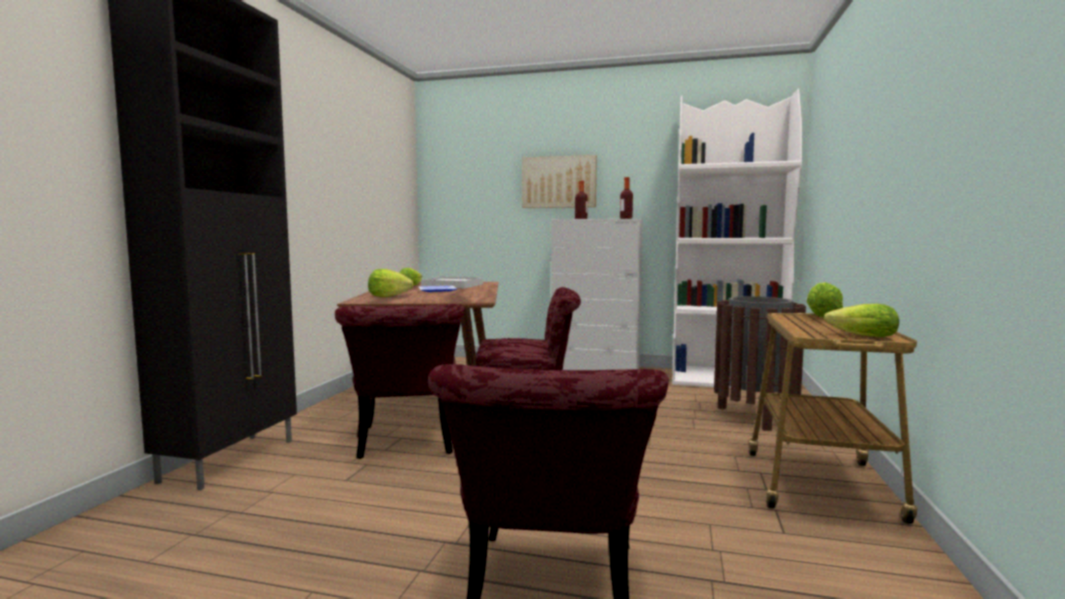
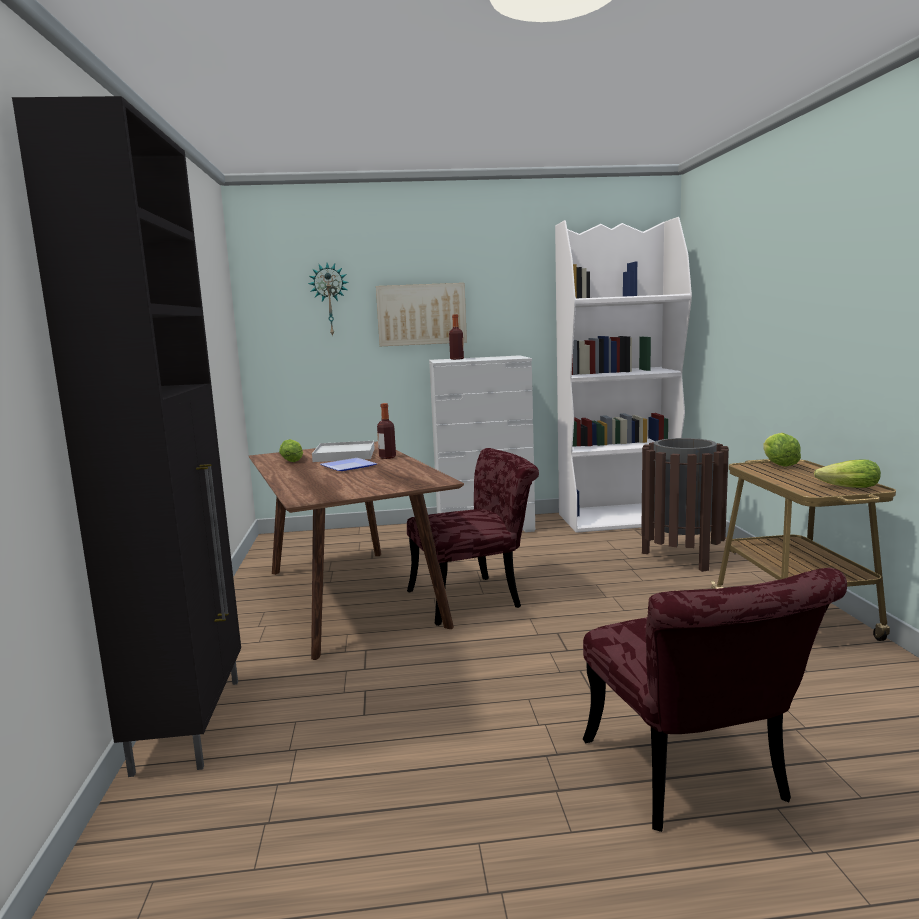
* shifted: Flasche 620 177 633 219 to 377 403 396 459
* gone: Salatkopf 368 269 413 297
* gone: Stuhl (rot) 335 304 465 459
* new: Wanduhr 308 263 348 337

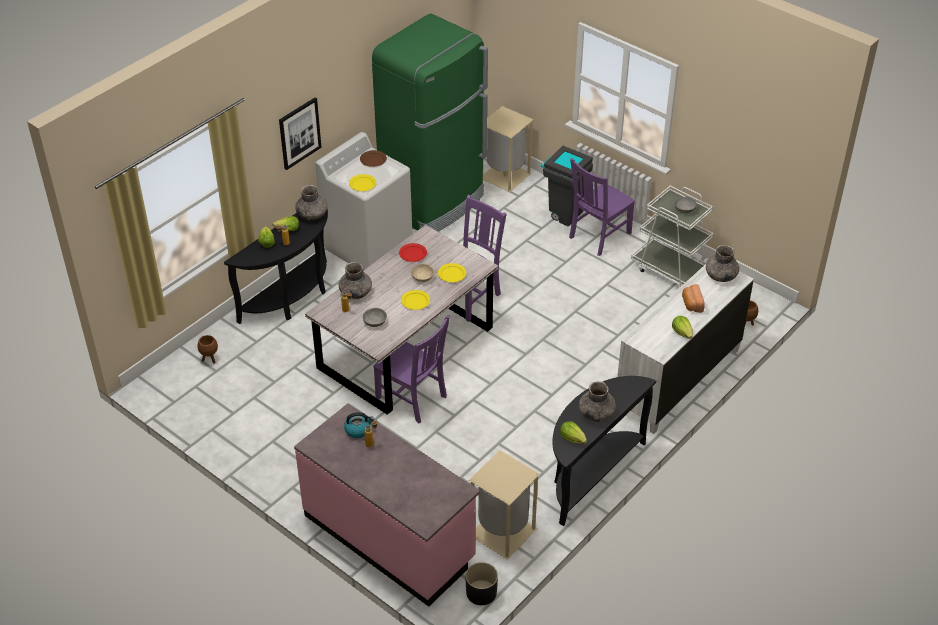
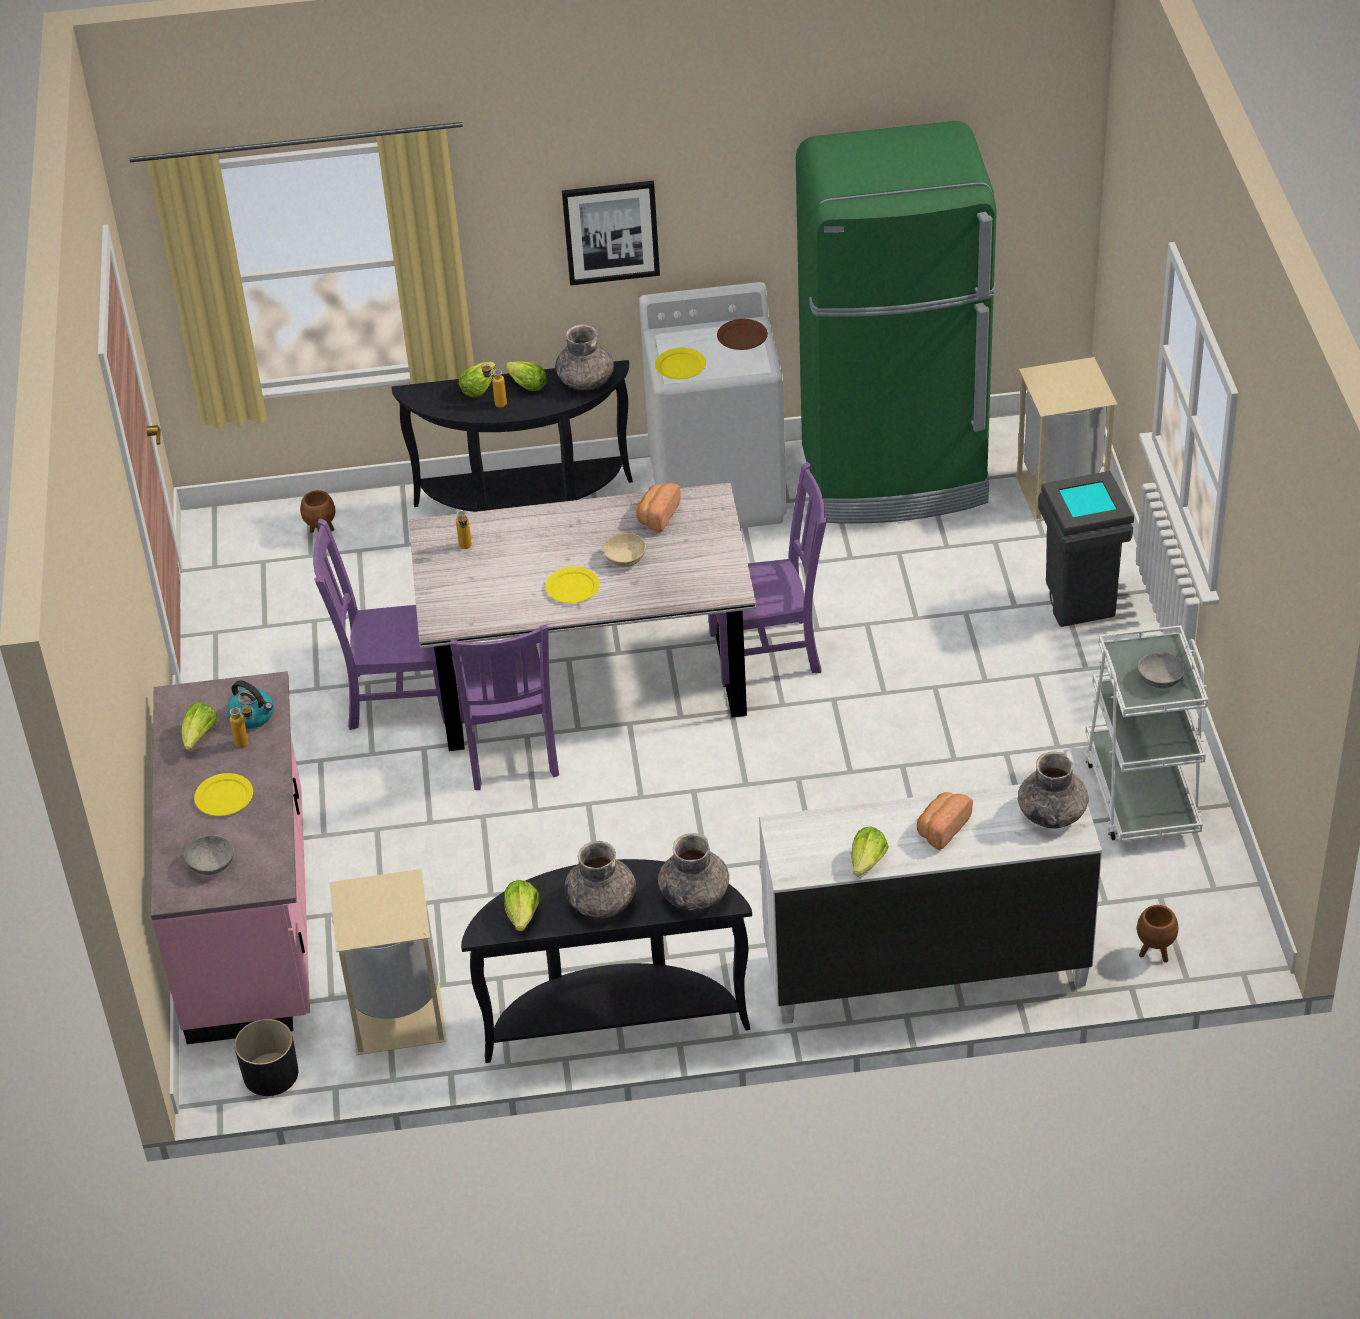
* shifted: Stuhl (lila) 569 158 635 256 to 313 519 445 730
* swapped: Teller (rot) 399 243 427 262 to Brot 637 483 681 532
* shifted: Vase (grau) 339 262 372 299 to 658 833 729 911
* shifted: Teller (gelb) 438 263 466 282 to 194 773 253 816
* shifted: Schüssel (grau) 363 308 387 327 to 184 835 234 875
* new: Salatkopf 182 702 218 751

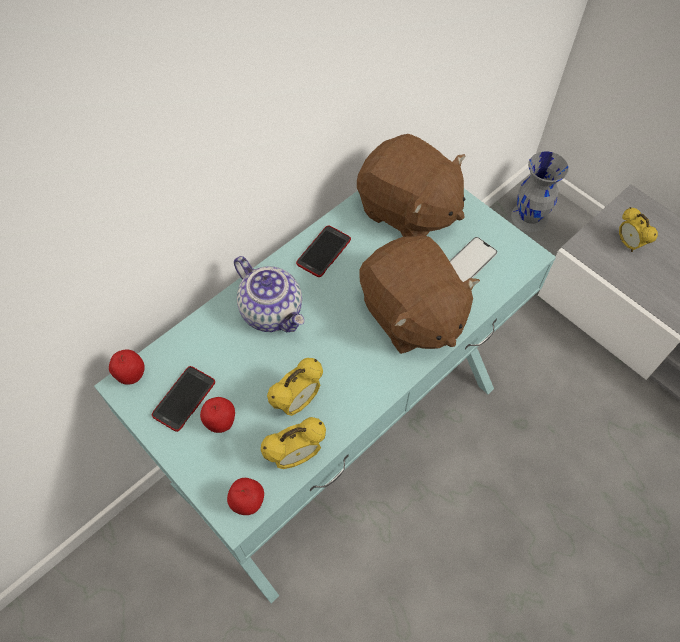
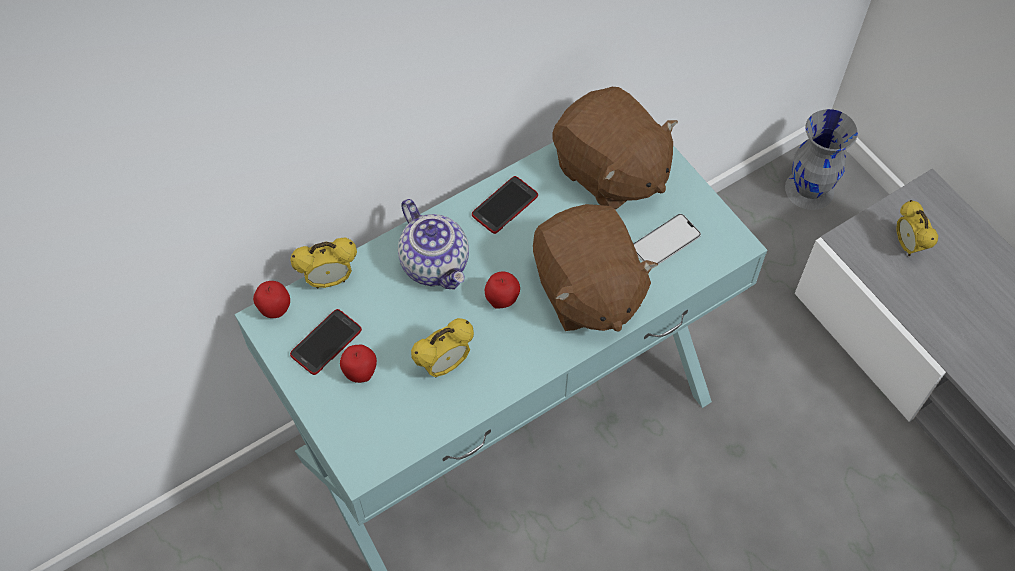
* shifted: Wecker 261 417 326 469 to 290 237 357 288
* shifted: Apfel 227 478 264 515 to 485 272 520 309

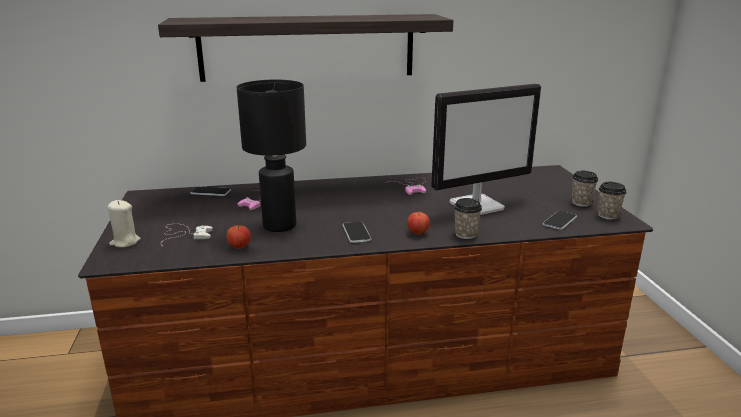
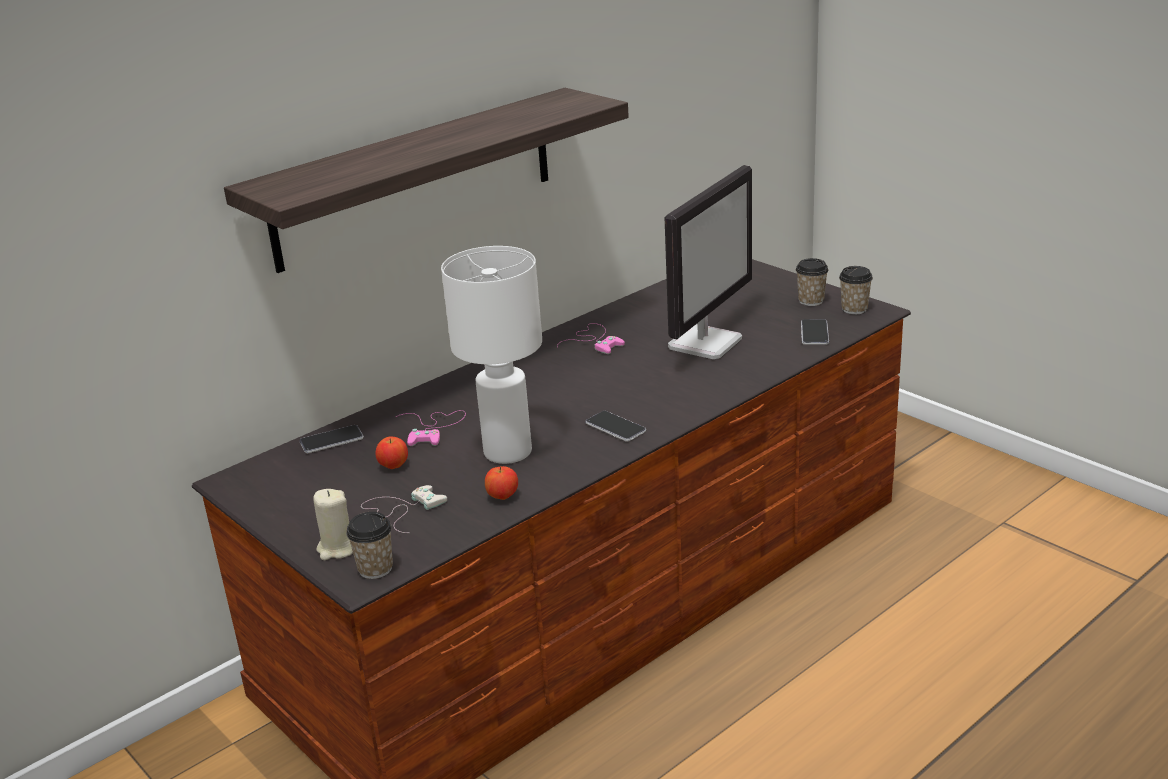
* repainted: Tischlampe (schwarz) 237 79 306 232 to Tischlampe (weiß) 441 246 542 464
* shifted: Tasse 454 198 482 239 to 346 512 393 579
* shifted: Apfel 407 212 430 235 to 375 437 408 469

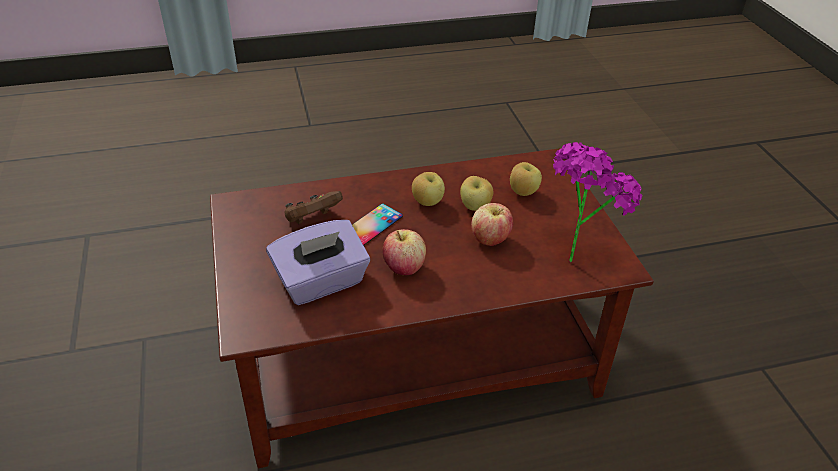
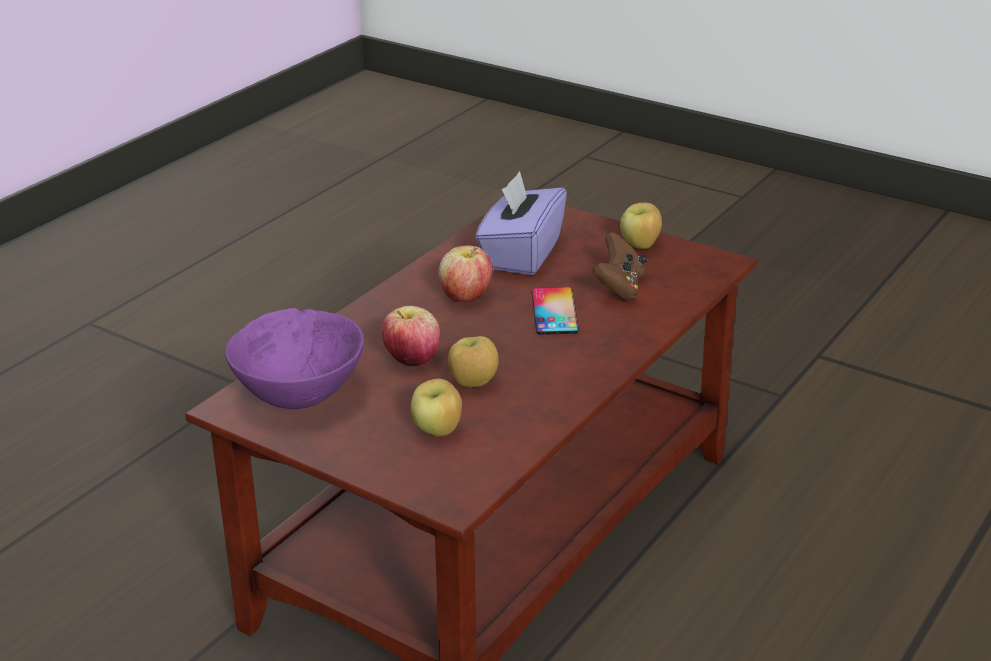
* swapped: Topfpflanze 553 142 642 262 to Schüssel (lila) 225 308 364 409
* shifted: Apfel 412 172 445 206 to 620 203 662 249

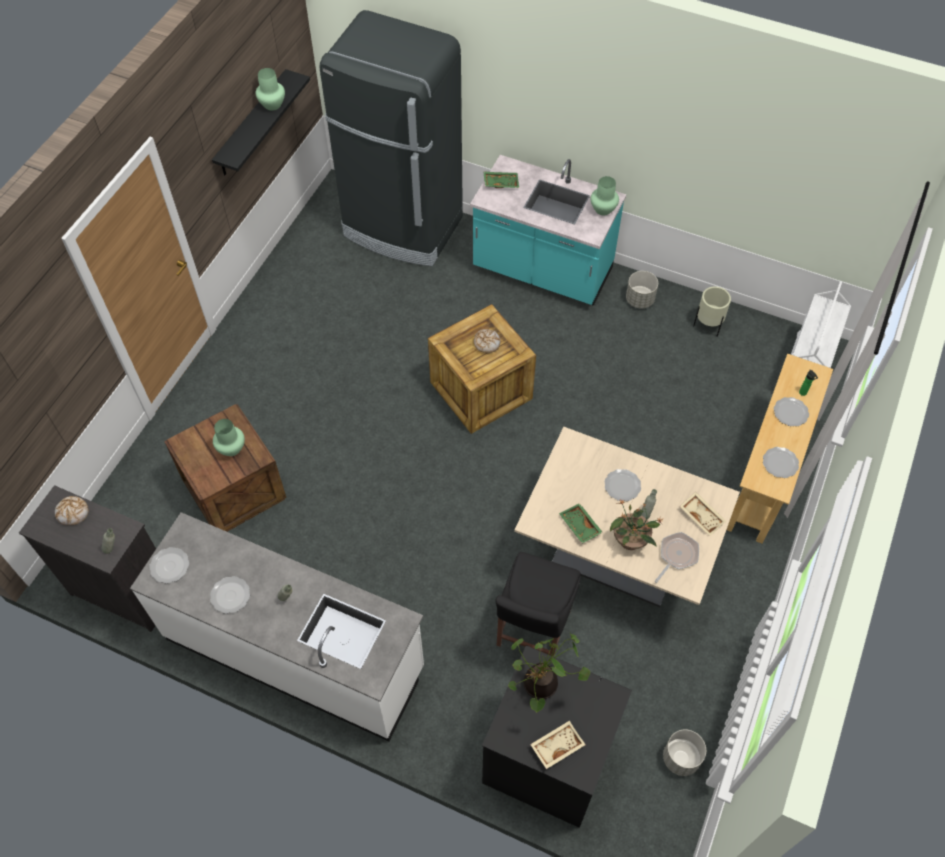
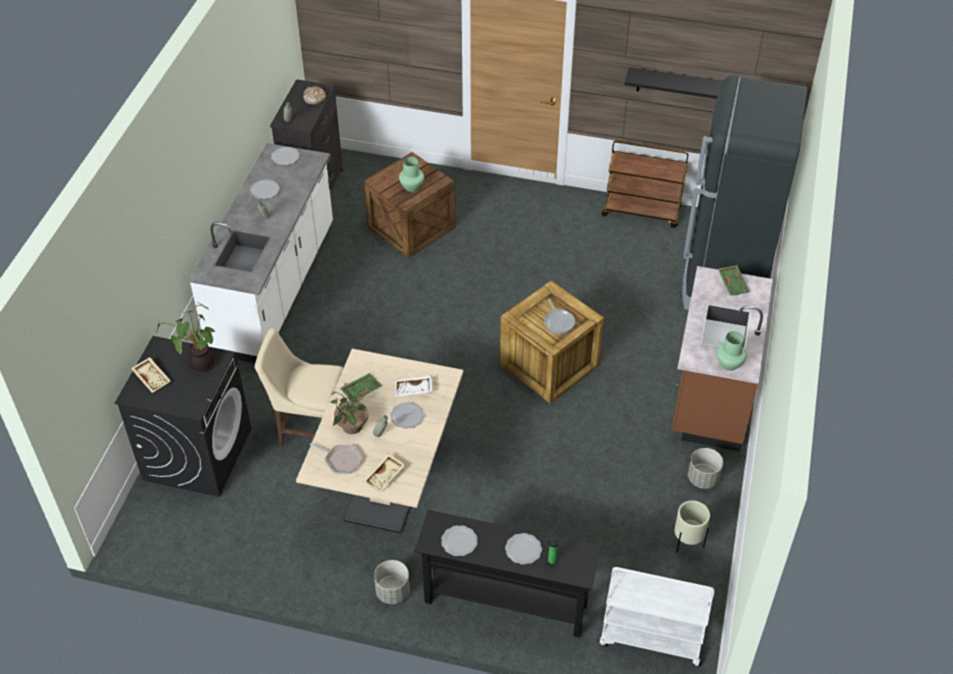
* gone: Vase (grün) 256 68 285 111
* repainted: Küchenzeile (türkis) 470 155 626 306 to Küchenzeile (braun) 672 266 773 451
* swapped: Brot 474 329 500 353 to Pfanne 544 298 575 334
* repainted: Konsolentisch (beige) 727 354 833 543 to Konsolentisch (schwarz) 414 510 601 638
* repainted: Stuhl (schwarz) 495 552 581 656 to Stuhl (beige) 255 328 343 448
* shifted: Pflanzkübel (grau) 663 729 706 776 to 374 560 410 604
* new: Rollwagen (braun) 602 141 688 228
* new: Tablett (weiß) 395 376 432 396

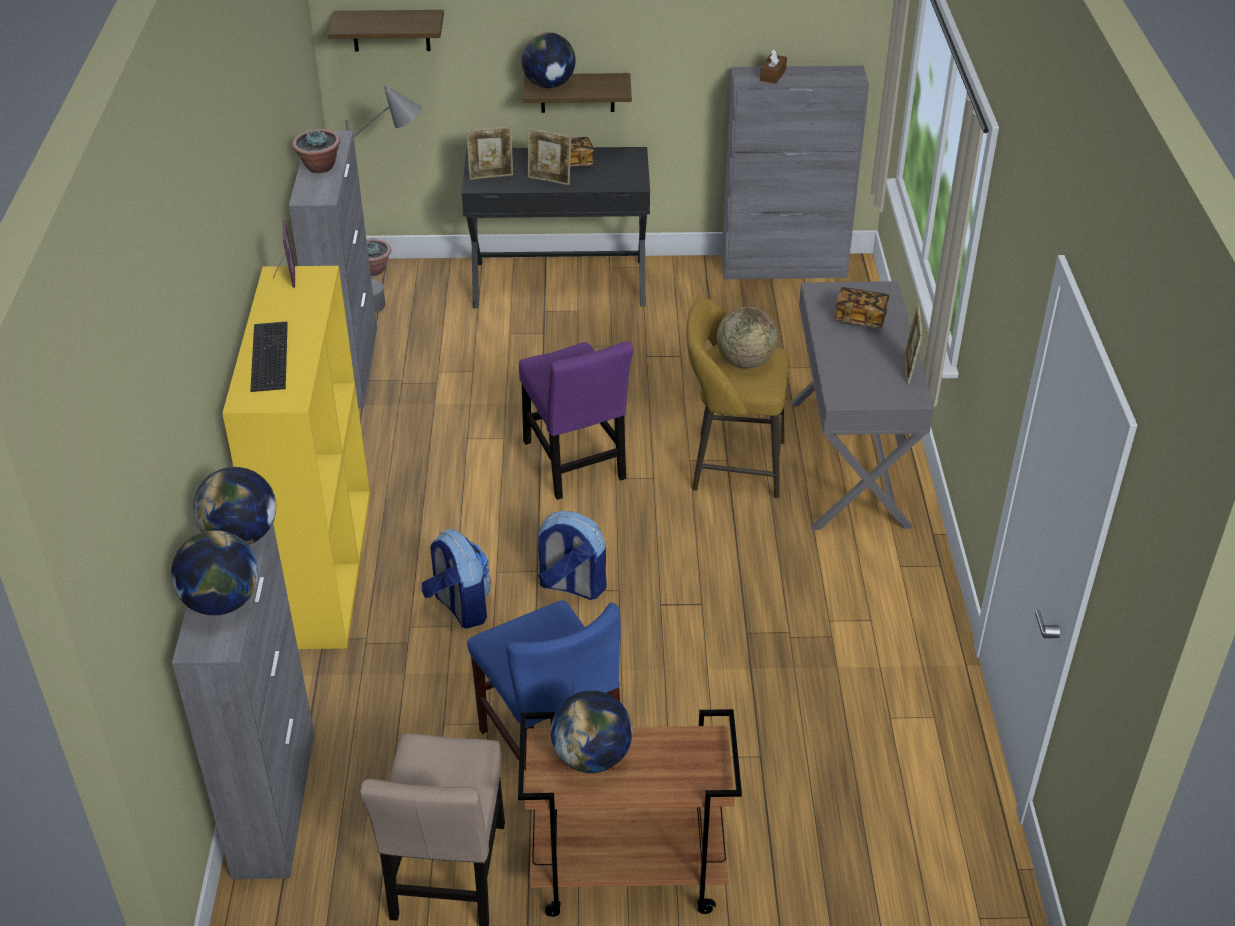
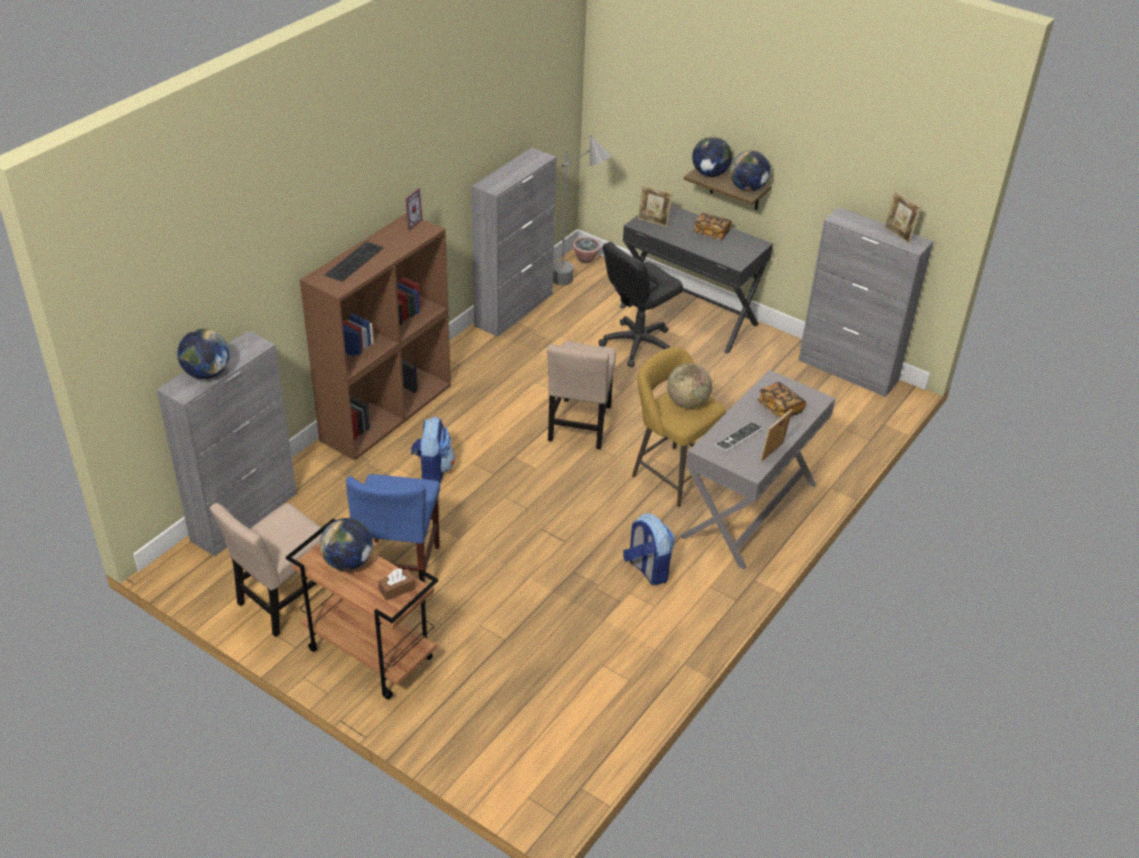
* gone: Wandregal 328 10 444 52
* shifted: Taschentuchbox (braun) 760 49 787 84 to 378 568 416 601
* shifted: Bilderrahmen 528 128 571 185 to 884 191 921 244
* gone: Topfpflanze 292 129 340 173
* repainted: Bücherregal (gelb) 222 266 370 649 to Bücherregal (braun) 300 213 451 461
* repainted: Stuhl (lila) 519 341 633 500 to Stuhl (beige) 547 341 616 449
* shifted: Globus 193 467 276 545 to 730 151 771 191
* shifted: Rucksack 537 511 606 600 to 623 513 675 585
* new: Bürostuhl (schwarz) 599 242 683 367
* new: Tastatur 715 422 763 452

